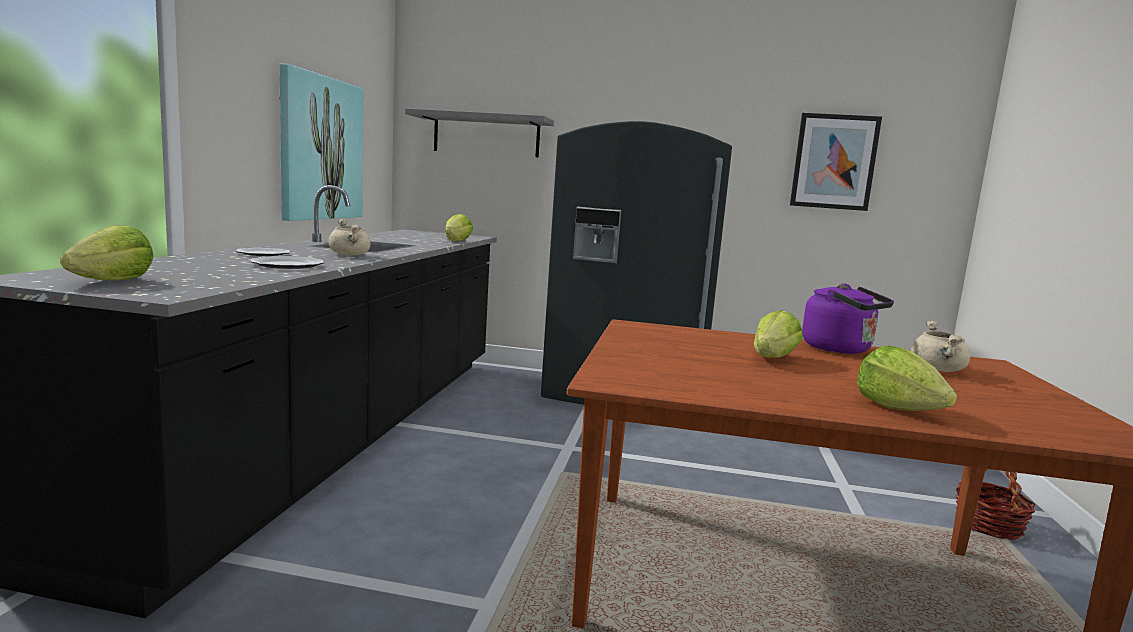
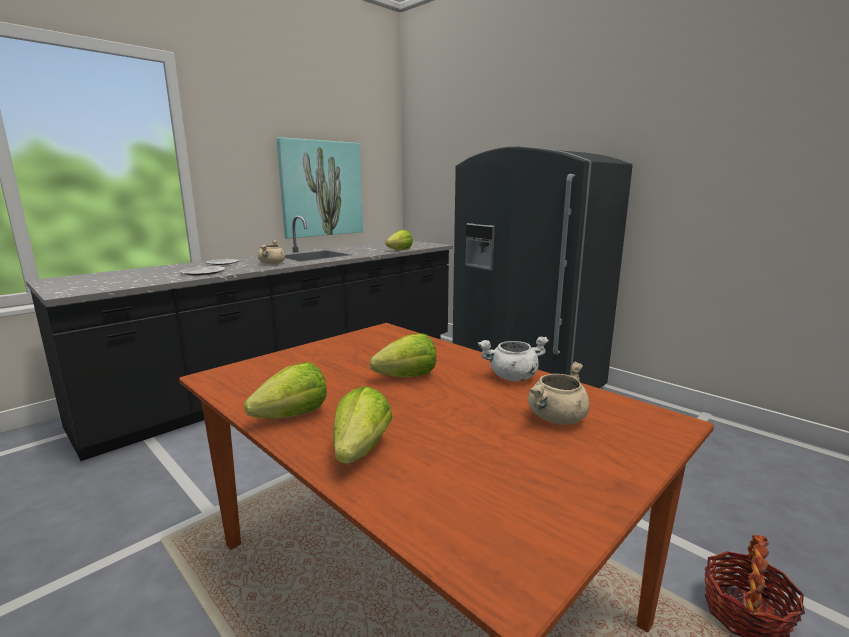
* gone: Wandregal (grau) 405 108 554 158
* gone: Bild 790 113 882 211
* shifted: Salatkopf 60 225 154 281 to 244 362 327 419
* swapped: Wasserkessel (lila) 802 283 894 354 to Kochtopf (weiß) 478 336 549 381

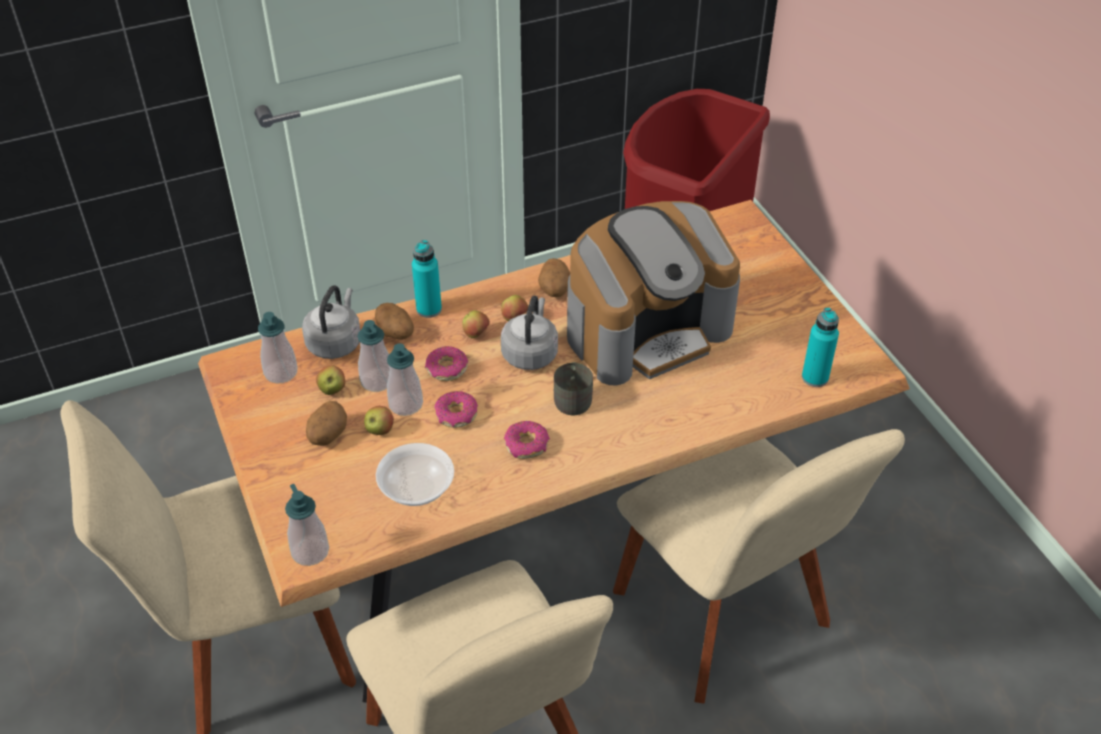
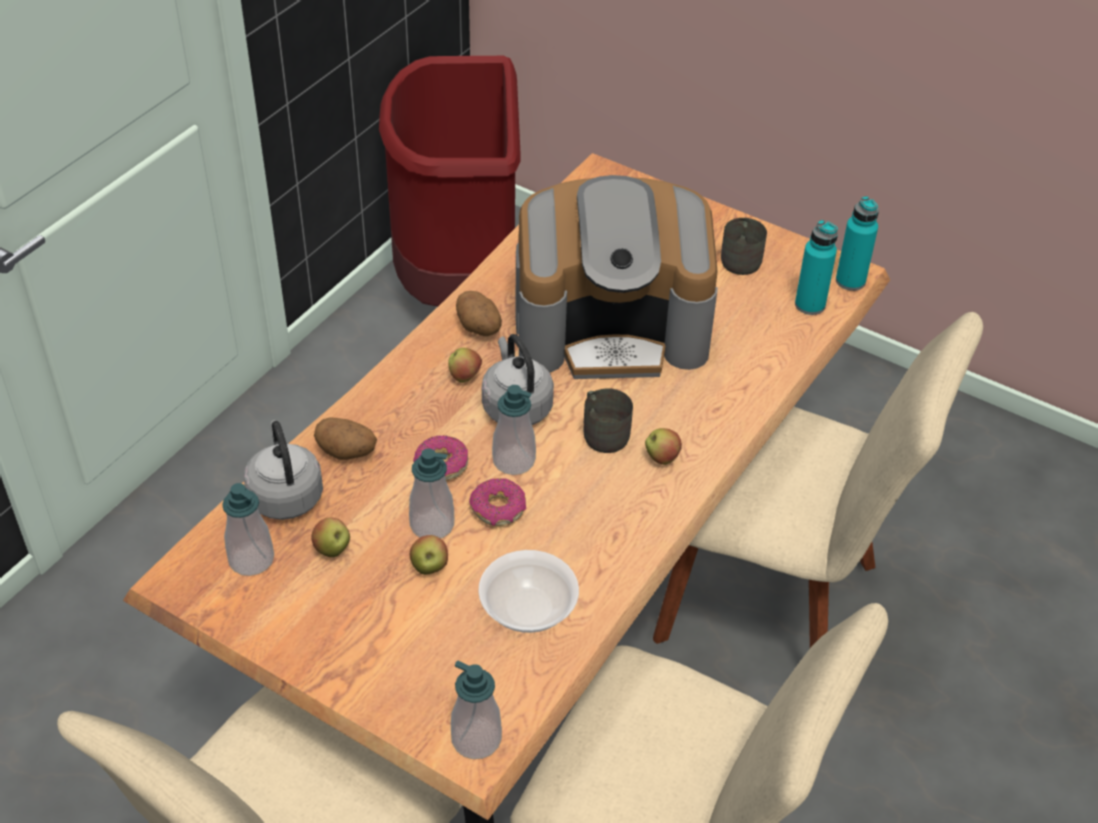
* rotated: Kaffeemaschine 567 201 740 386 = 515 175 718 379 60 degrees clockwise
* shifted: Flasche (türkis) 412 240 442 318 to 836 196 879 291
* shifted: Apfel 462 310 490 338 to 645 428 682 465
* shifted: Seifenspender 358 320 390 392 to 492 385 536 475
* gone: Kartoffel 306 401 347 446
* gone: Donut 504 421 550 459
* new: Henkelbecher (grau) 721 218 767 275

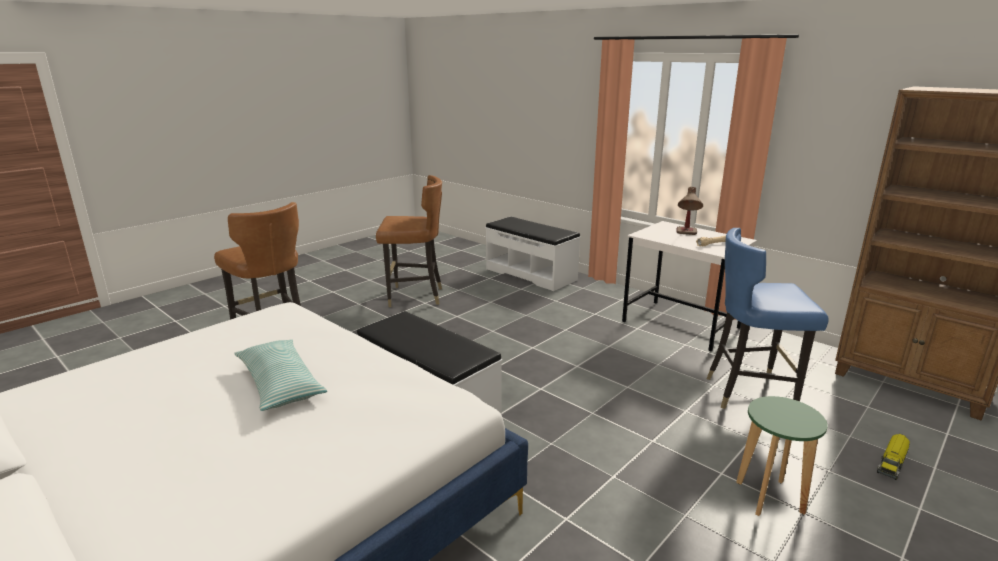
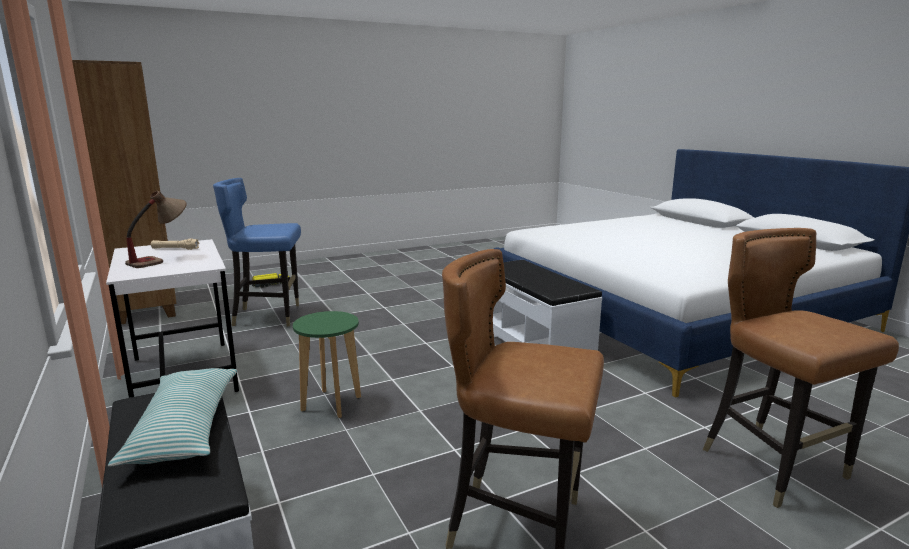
* rotated: Stuhl (blau) 707 228 829 409 = 213 178 301 326 150 degrees clockwise
* shifted: Kissen 234 339 327 411 to 108 368 237 466
* shifted: Hocker (grün) 736 396 828 516 to 293 311 361 418

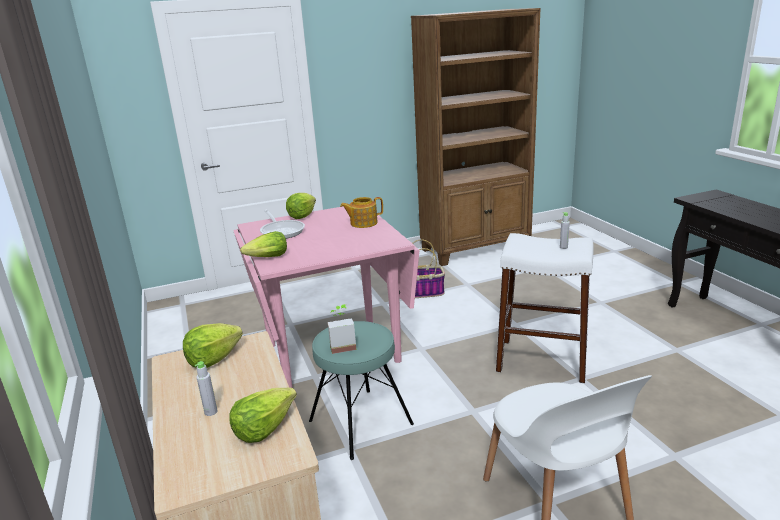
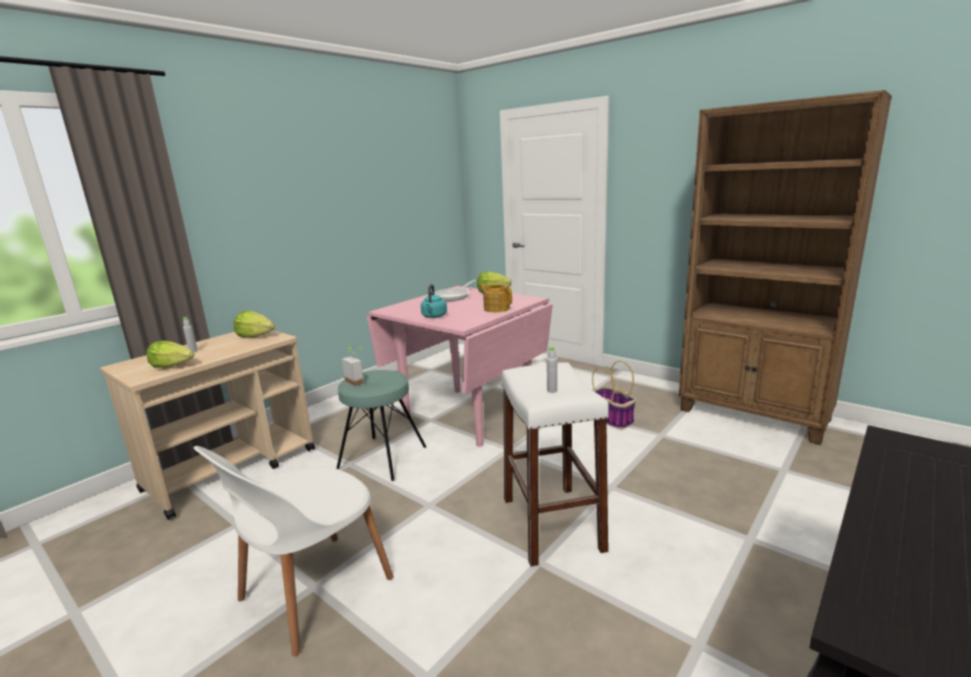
* gone: Salatkopf 240 231 287 257
* new: Wasserkessel (türkis) 421 284 447 318

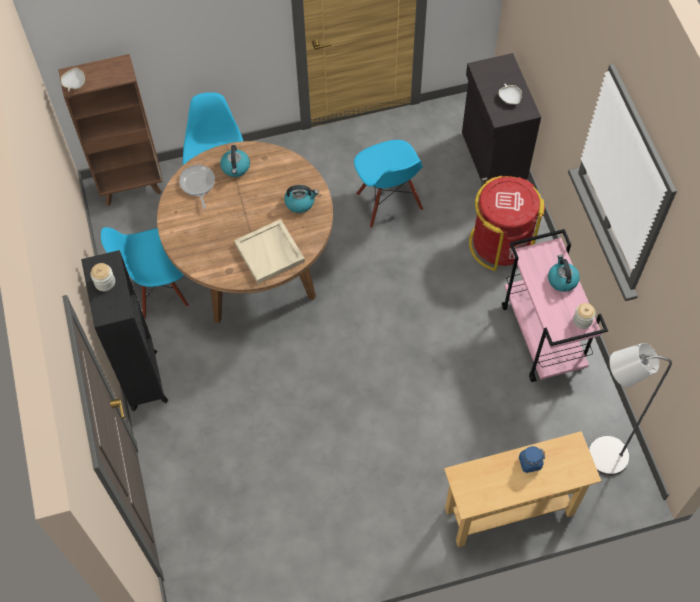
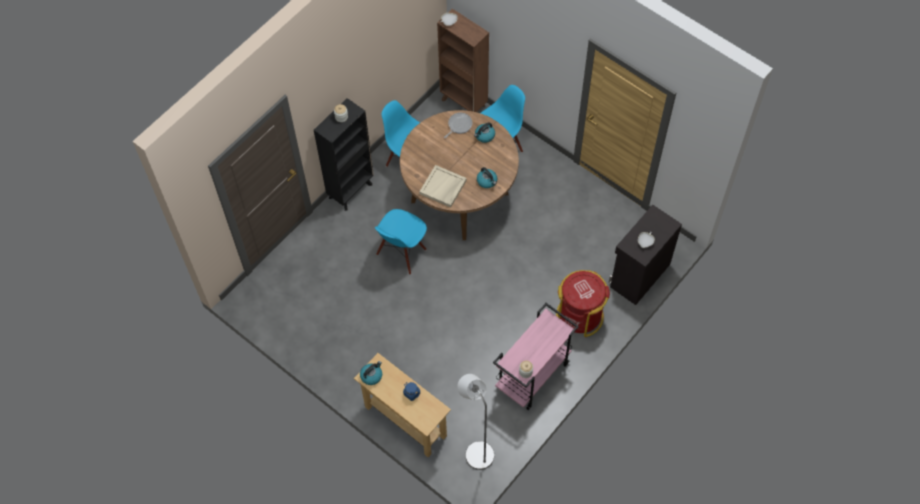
* shifted: Stuhl (blau) 354 140 423 228 to 375 209 427 275
* shifted: Wasserkessel 548 255 580 292 to 360 361 382 385

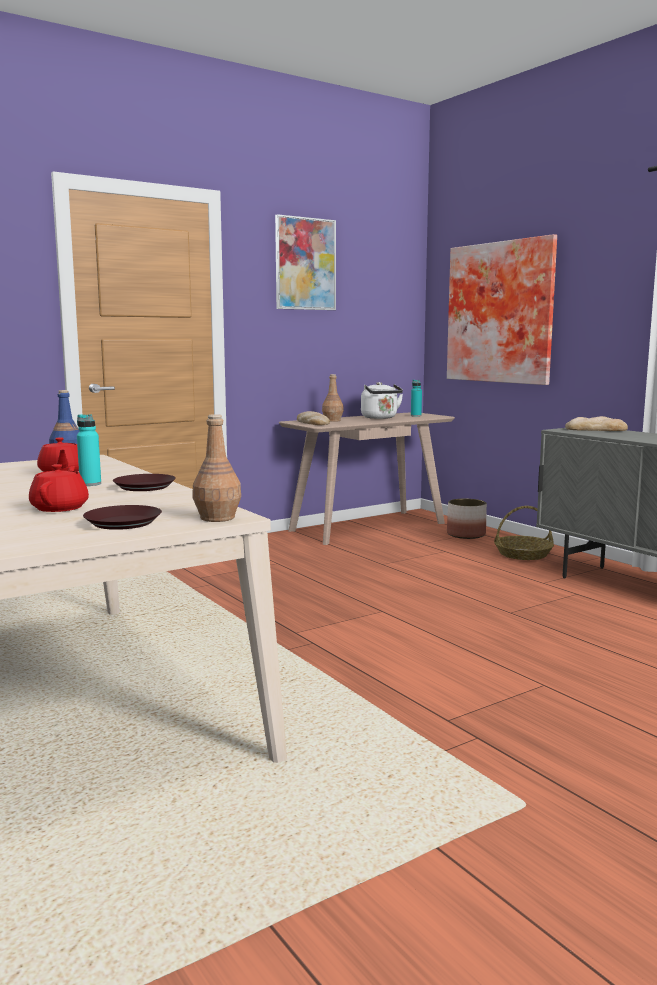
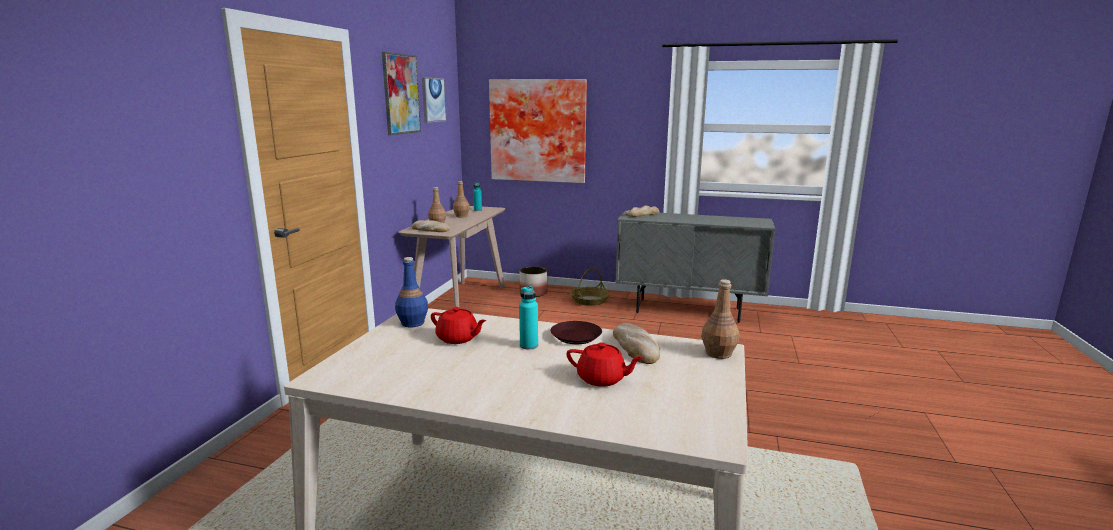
* swapped: Wasserkessel (weiß) 361 382 403 419 to Flasche (braun) 453 181 470 218
* rotated: Teekanne (rot) 29 464 89 512 = 566 342 644 387 150 degrees clockwise
* gone: Teller (braun) 83 505 162 530
* new: Bild 422 77 447 123
* new: Brot 613 323 660 364

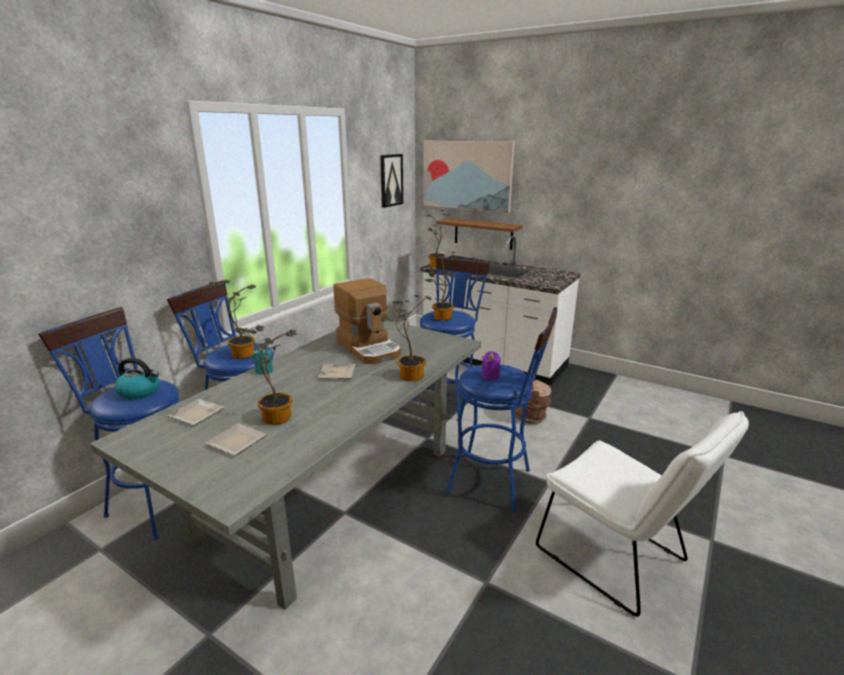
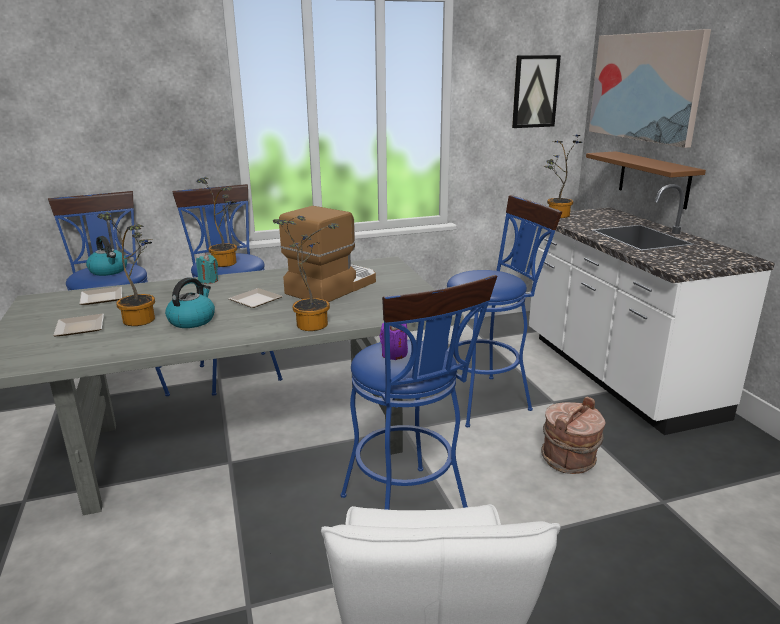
* gone: Topfpflanze 425 252 456 321
* rotated: Kaffeemaschine 333 278 401 364 = 279 206 376 302 150 degrees counterclockwise
* new: Wasserkessel 165 277 215 328

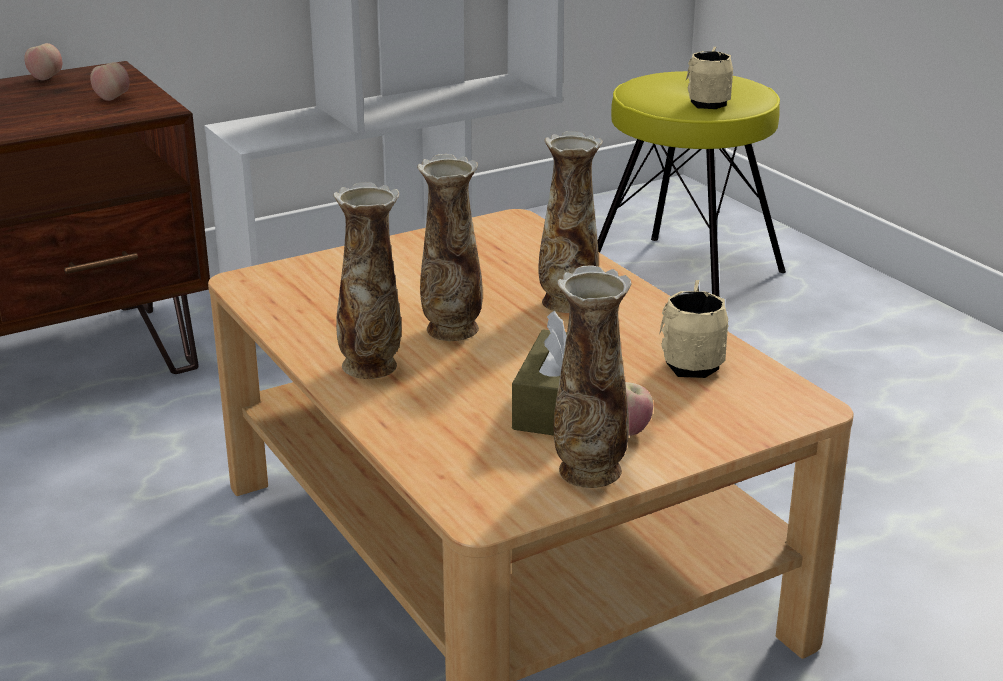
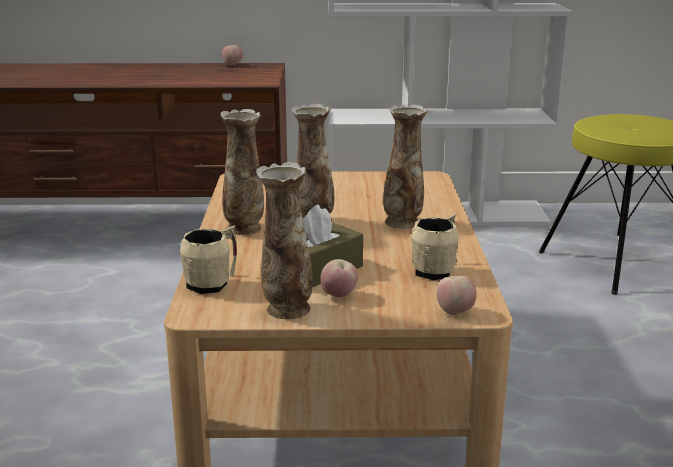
* shifted: Henkelbecher (beige) 686 47 733 109 to 180 225 237 294
* shifted: Apfel 90 62 129 101 to 436 276 476 315

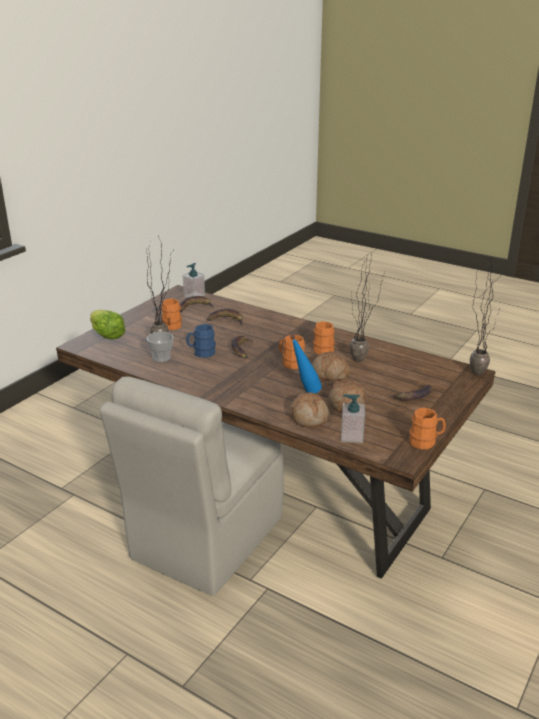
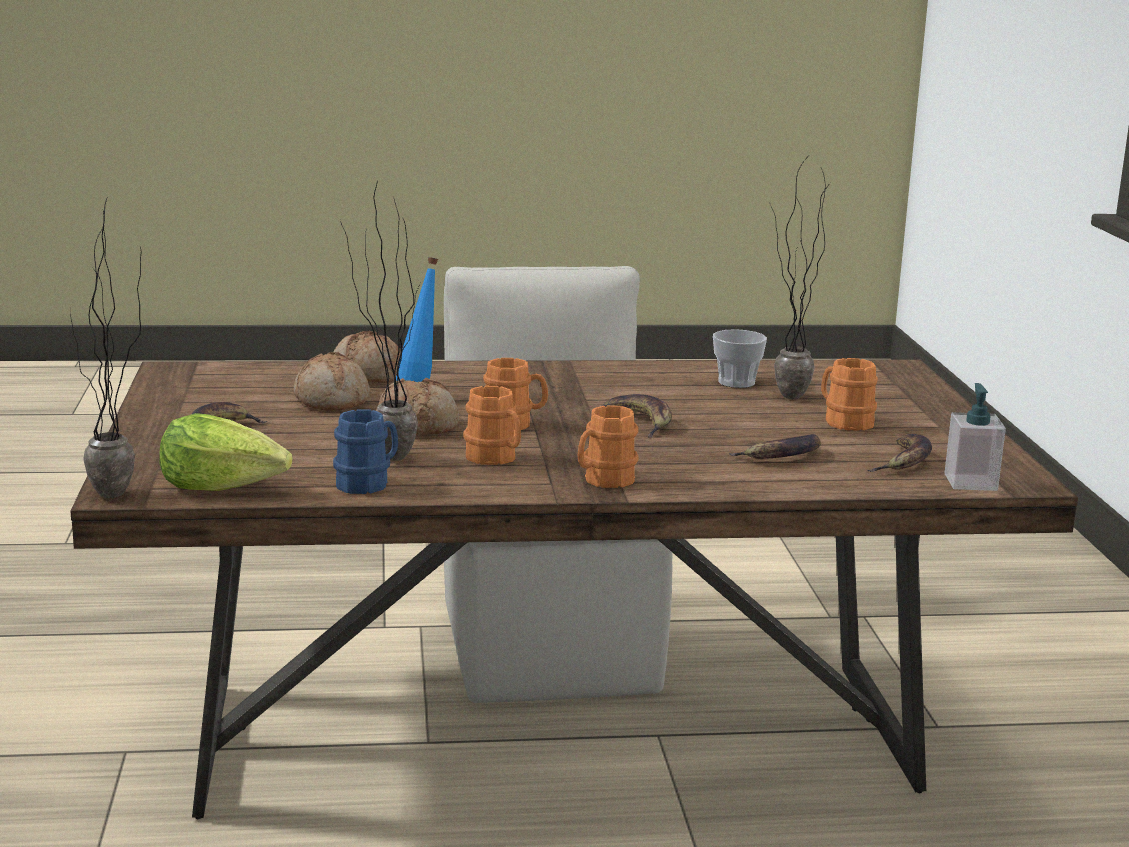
* shifted: Salatkopf 90 310 125 339 to 159 413 293 491
* shifted: Henkelbecher (blau) 186 324 216 358 to 333 410 398 494
* gone: Seifenspender 341 394 365 443
* shifted: Henkelbecher (orange) 409 408 446 449 to 578 405 639 488

